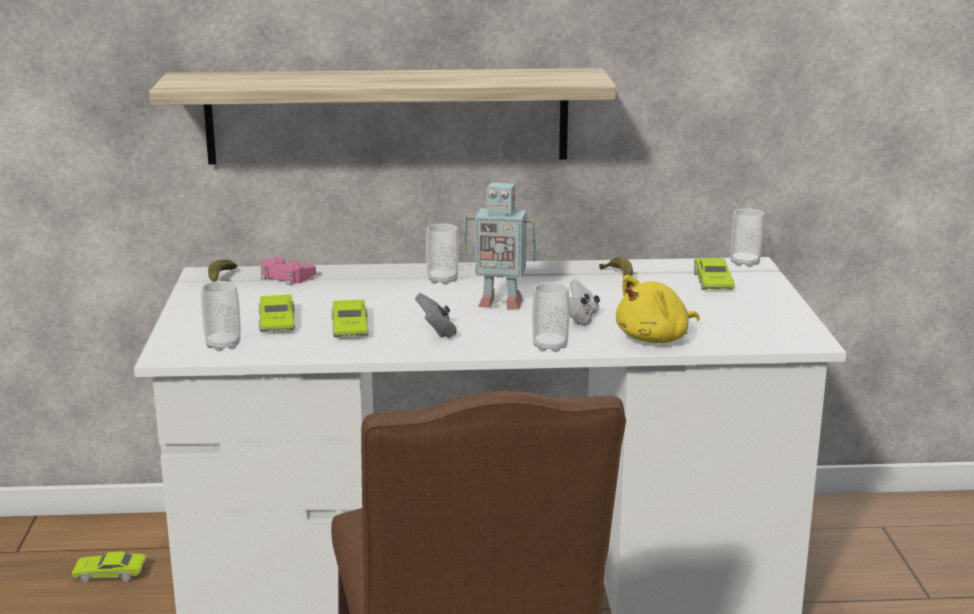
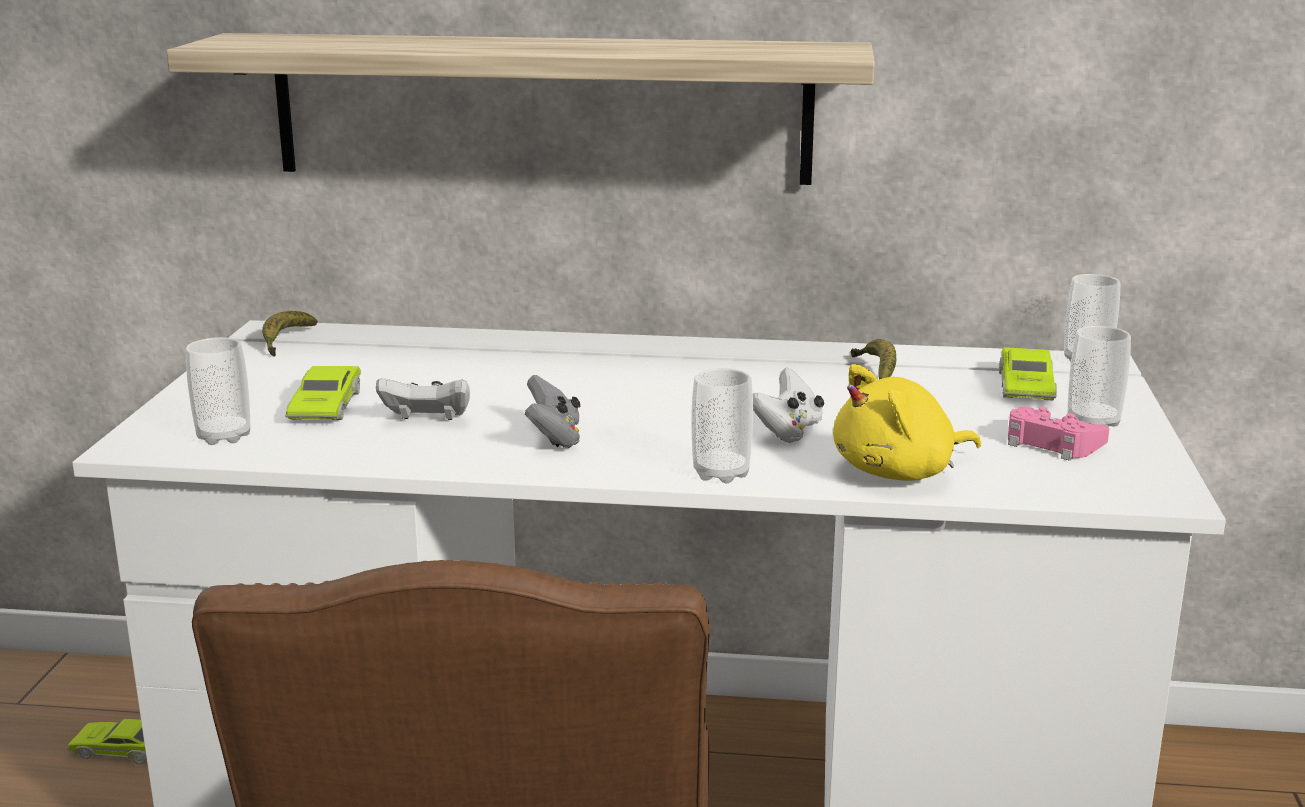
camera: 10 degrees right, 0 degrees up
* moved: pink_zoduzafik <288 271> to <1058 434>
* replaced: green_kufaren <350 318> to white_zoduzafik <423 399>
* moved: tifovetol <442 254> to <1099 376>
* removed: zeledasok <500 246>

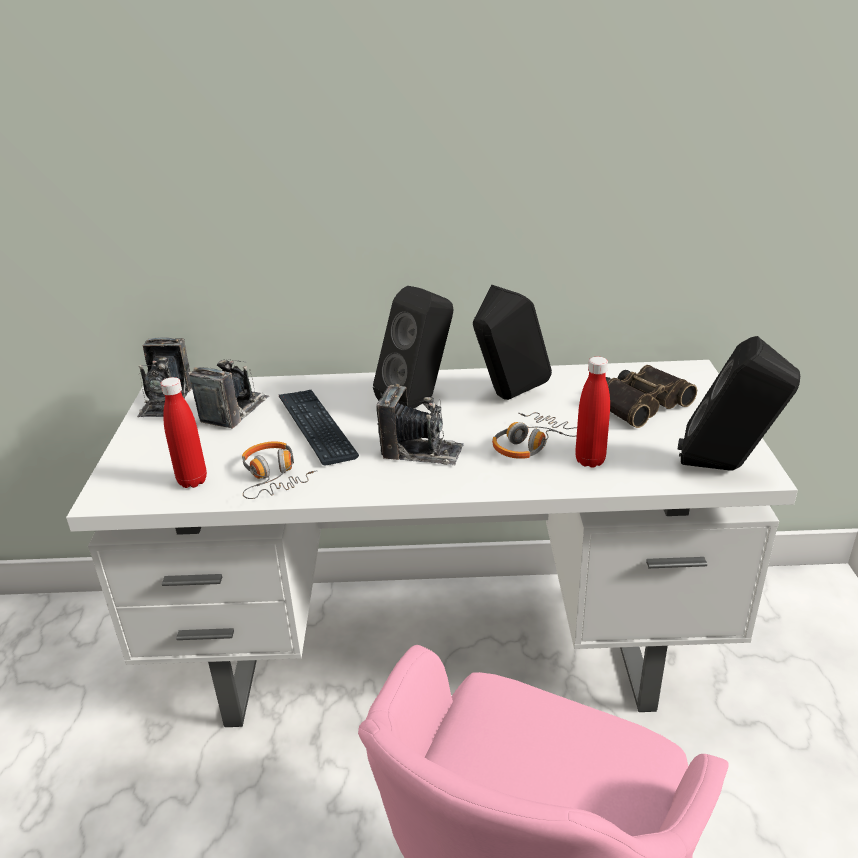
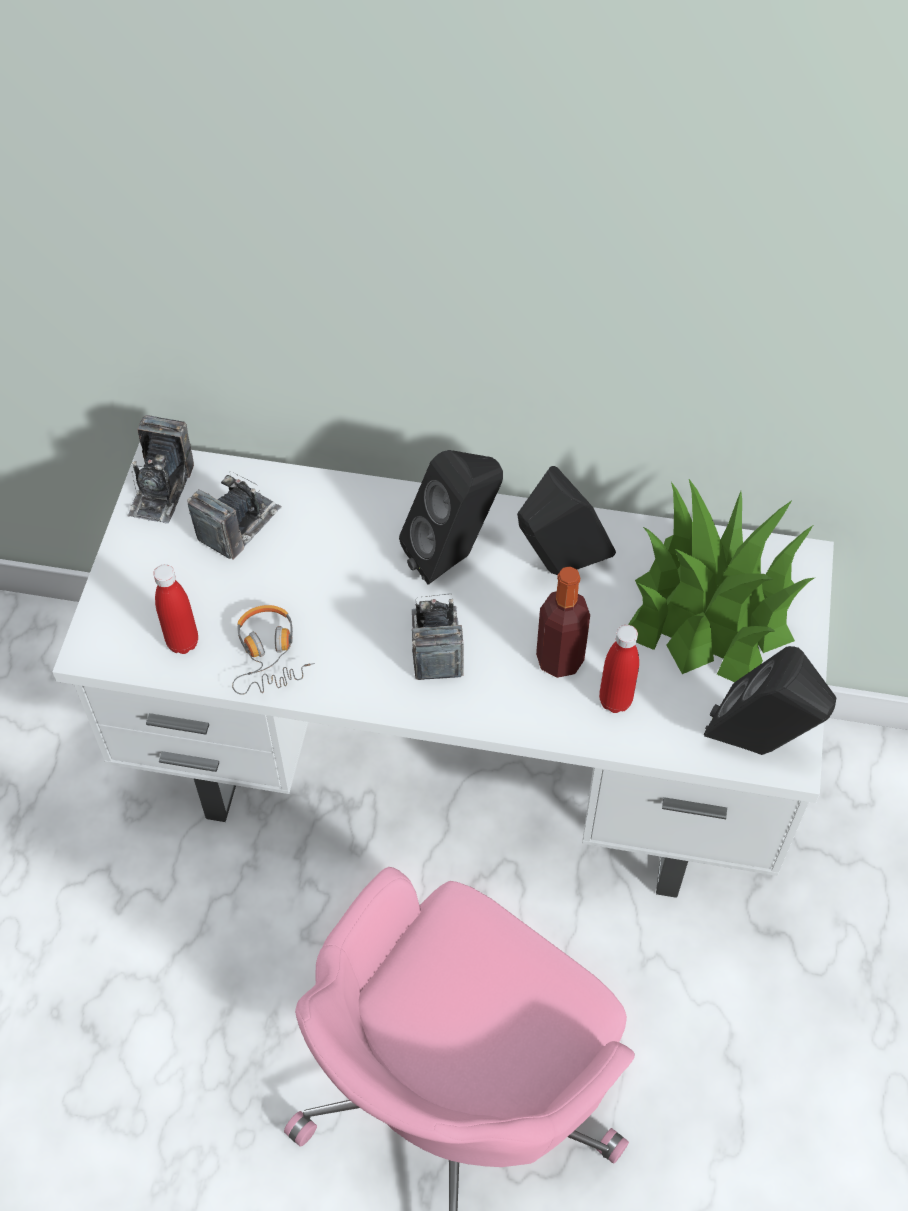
camera: 10 degrees right, 25 degrees up
* removed: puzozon <319 428>
* turned: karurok <420 425> = <438 636> 120 degrees counterclockwise
* replaced: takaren <534 435> to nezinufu <563 622>
* replaced: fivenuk <651 396> to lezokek <722 580>

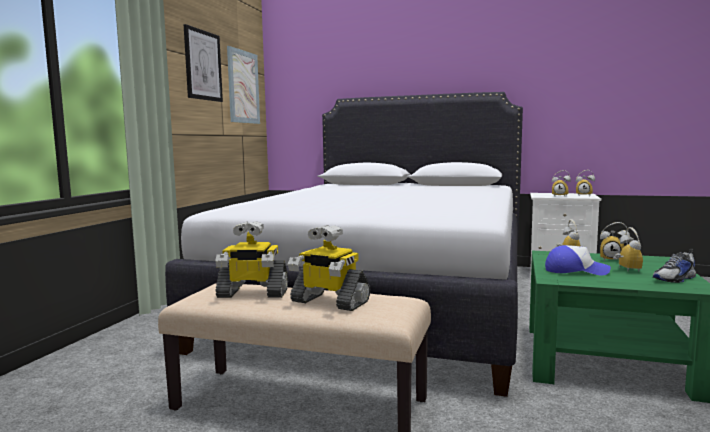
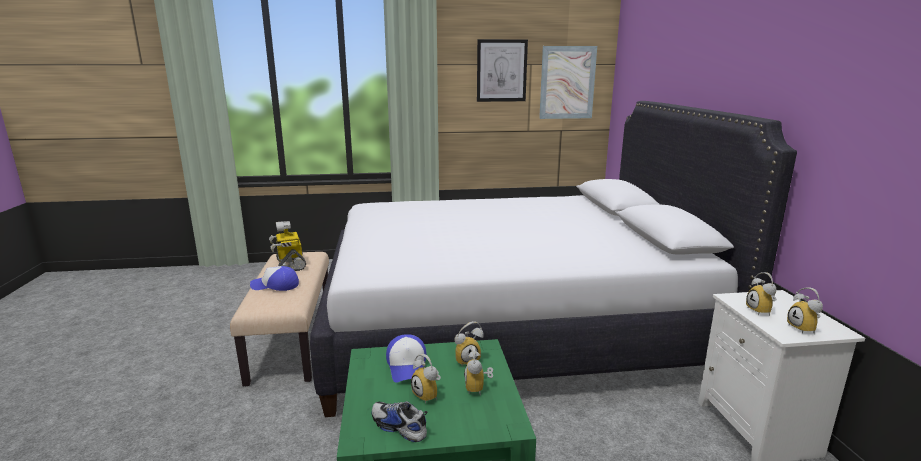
camera: 65 degrees right, 10 degrees up
* replaced: zeledasok <329 268> to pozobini <274 278>
* turned: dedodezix <628 249> = <426 378> 75 degrees clockwise

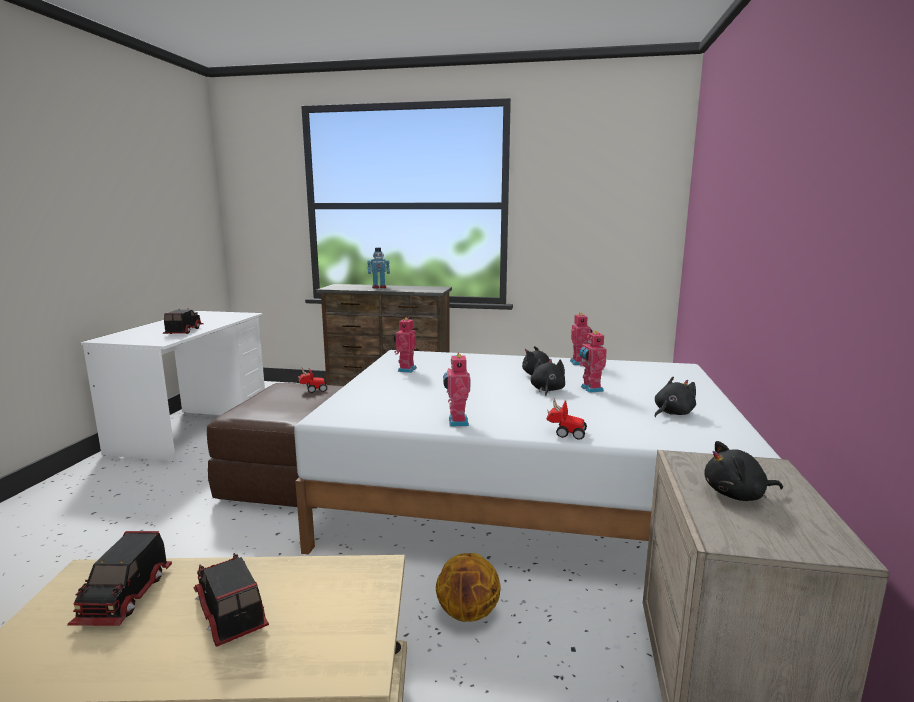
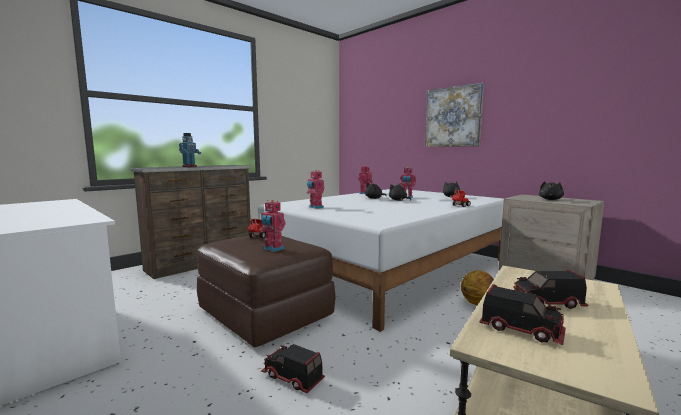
camera: 55 degrees left, 5 degrees down
* moved: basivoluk <183 321> to <293 369>
* moved: zeledasok <456 389> to <272 226>
* added: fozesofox <454 115>

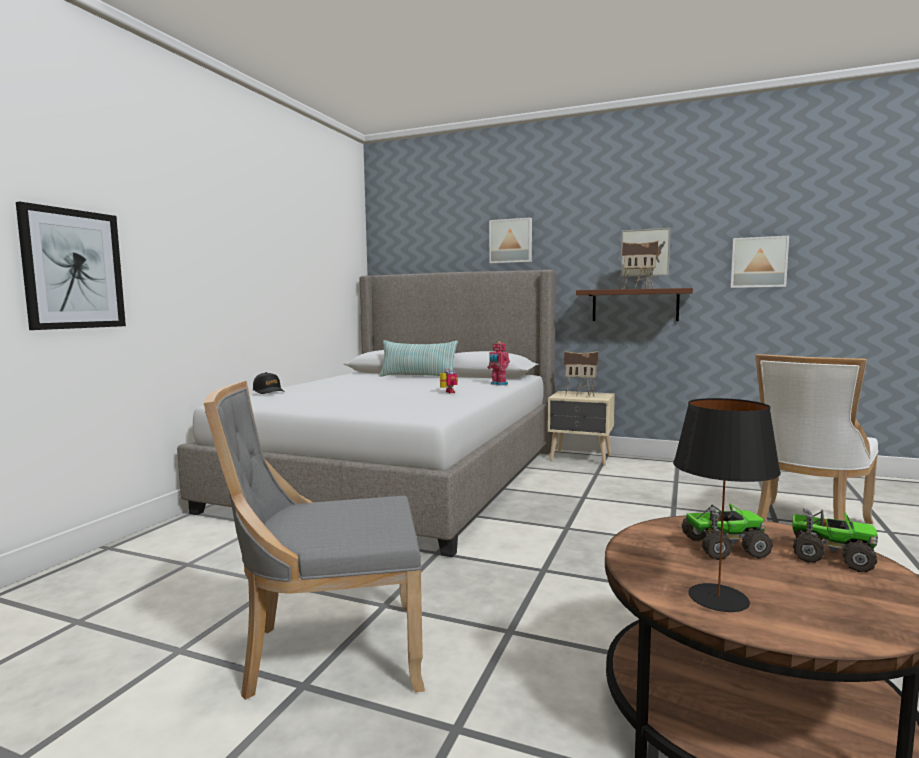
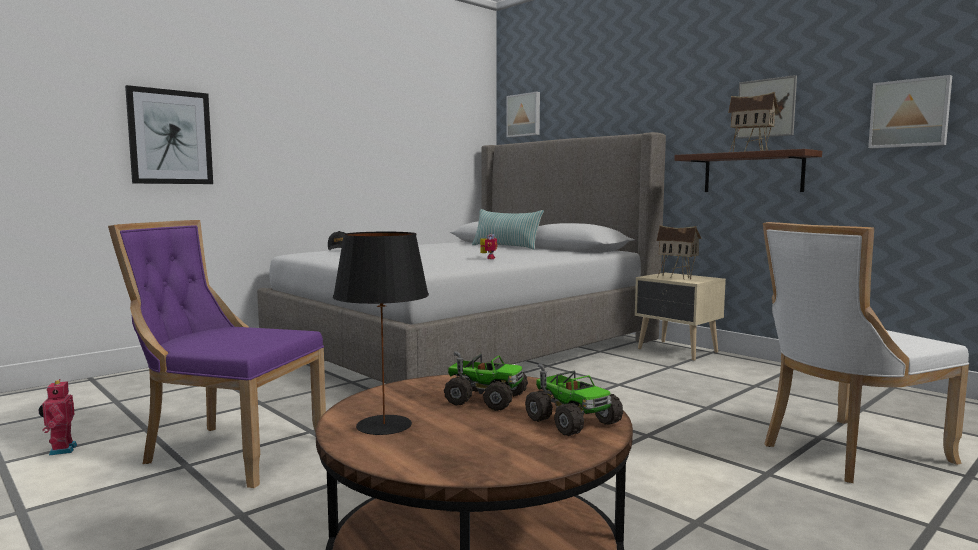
camera: 25 degrees right, 0 degrees up
* recoloured: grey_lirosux <314 540> to purple_lirosux <217 354>
* moved: zeledasok <498 363> to <58 417>
* moved: fozesofox <510 240> to <523 114>

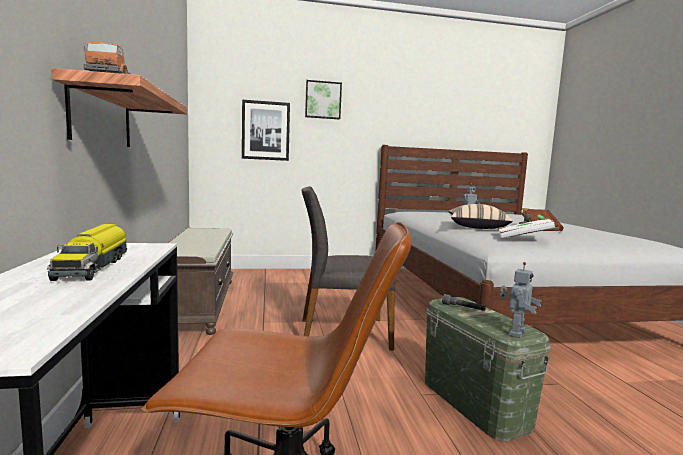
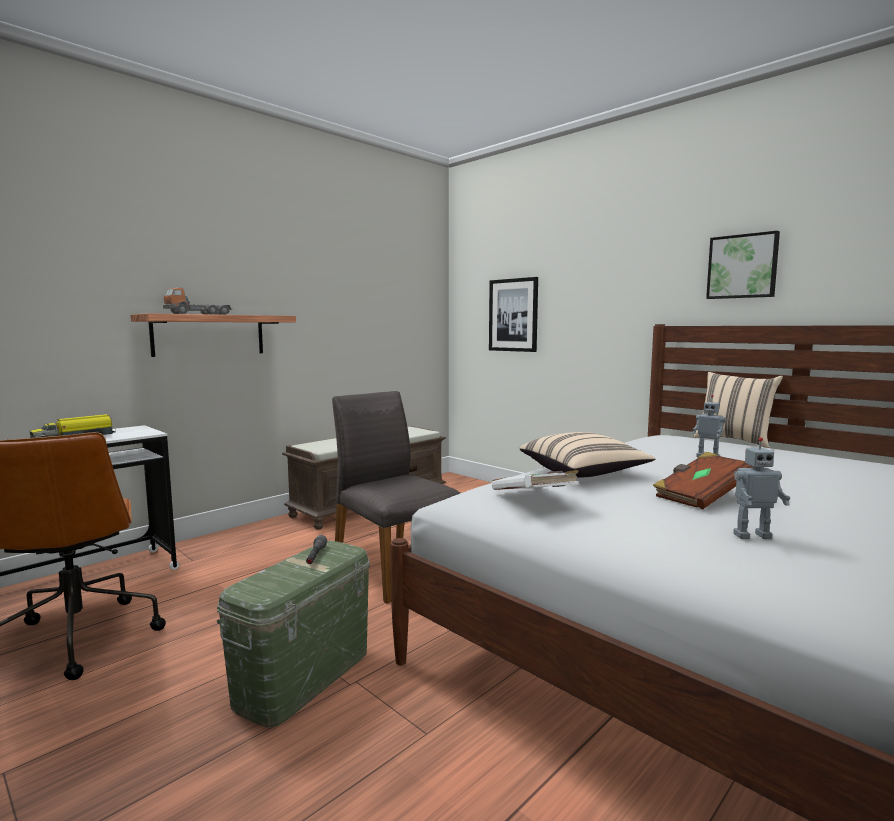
camera: 55 degrees right, 0 degrees up
* moved: fozesofox <323 99> to <743 265>
* moved: zeledasok <521 300> to <762 488>
* added: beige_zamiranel <738 410>

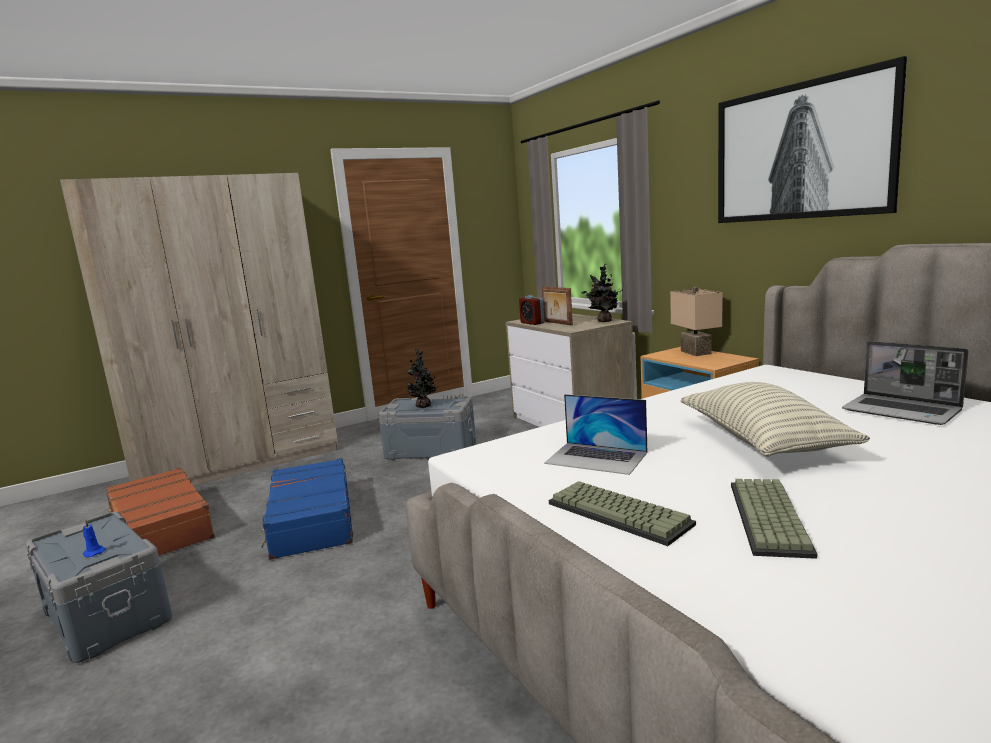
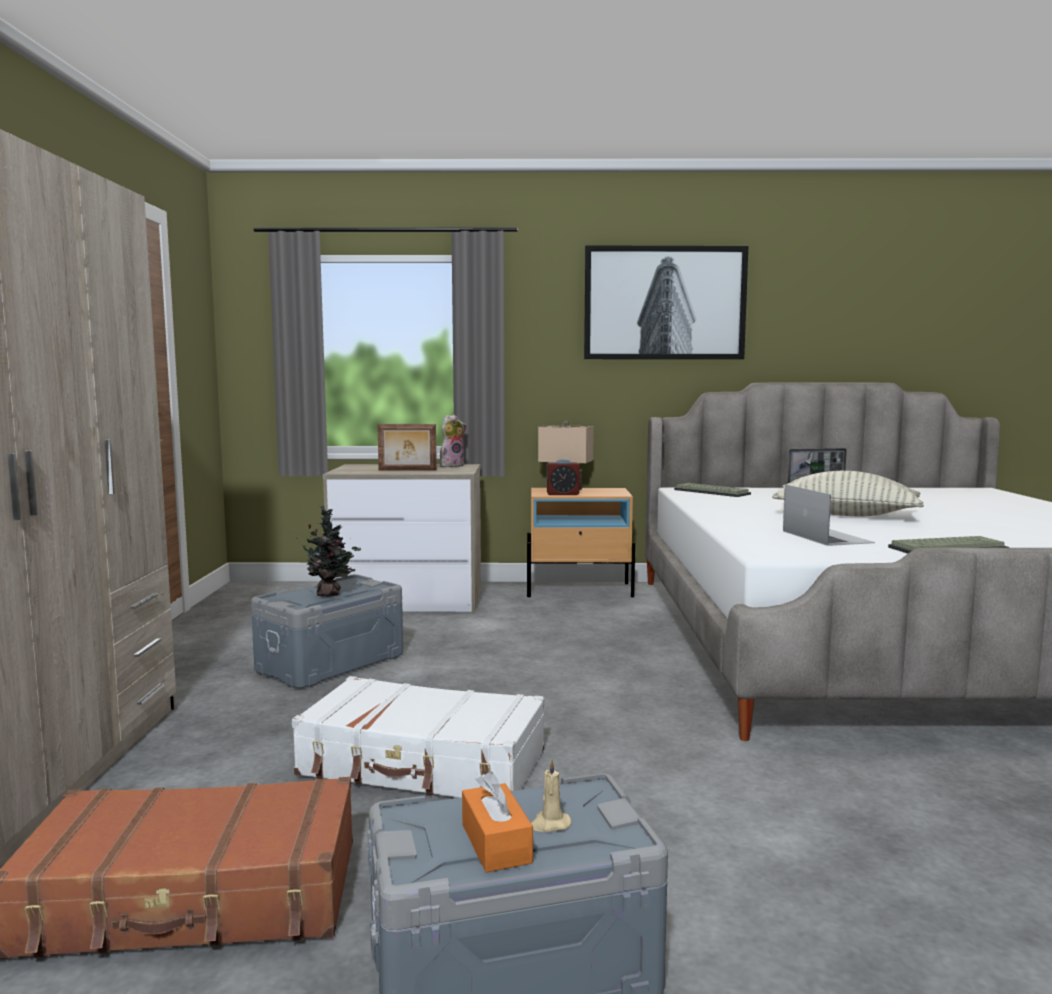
camera: 60 degrees left, 5 degrees down
* recoloured: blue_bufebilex <94 538> to beige_bufebilex <551 795>
* recoloured: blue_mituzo <307 509> to white_mituzo <418 737>
* moved: dedodezix <532 310> to <563 477>
* turned: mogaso <596 434> = <829 515> 75 degrees counterclockwise
* replaced: lezokek <602 293> to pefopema <453 441>
* moved: puzozon <774 519> to <712 490>
* added: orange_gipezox <497 822>

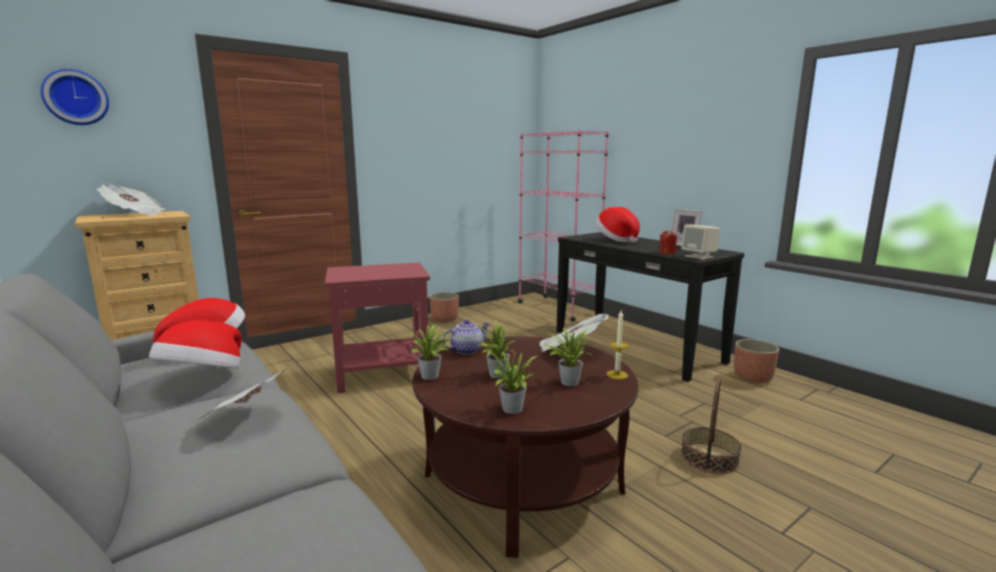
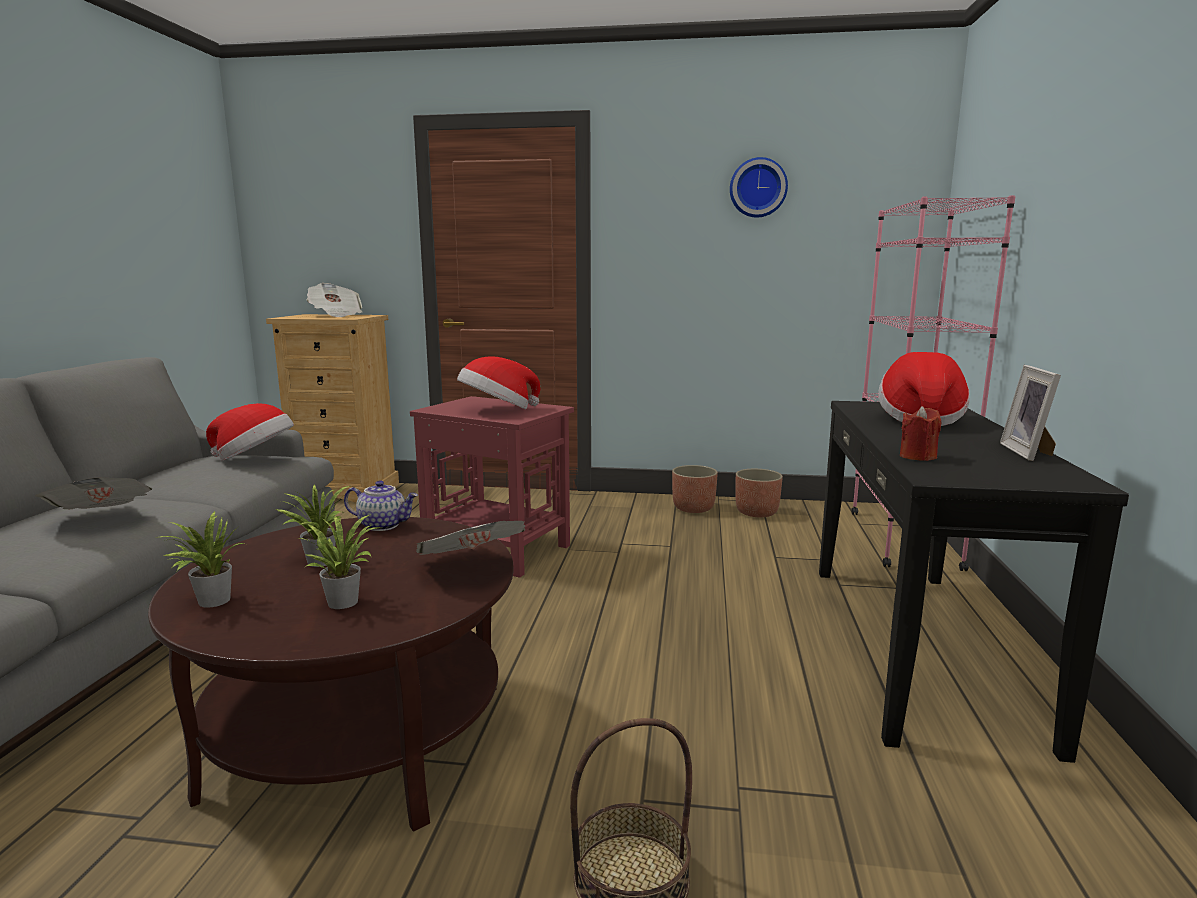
camera: 45 degrees right, 0 degrees up
* moved: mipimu <75 97> to <759 187>
* moved: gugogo <195 344> to <498 383>
* removed: lezokek <430 352>
* removed: bufebilex <617 345>
* removed: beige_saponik <701 242>
* moved: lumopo <756 361> to <759 493>

